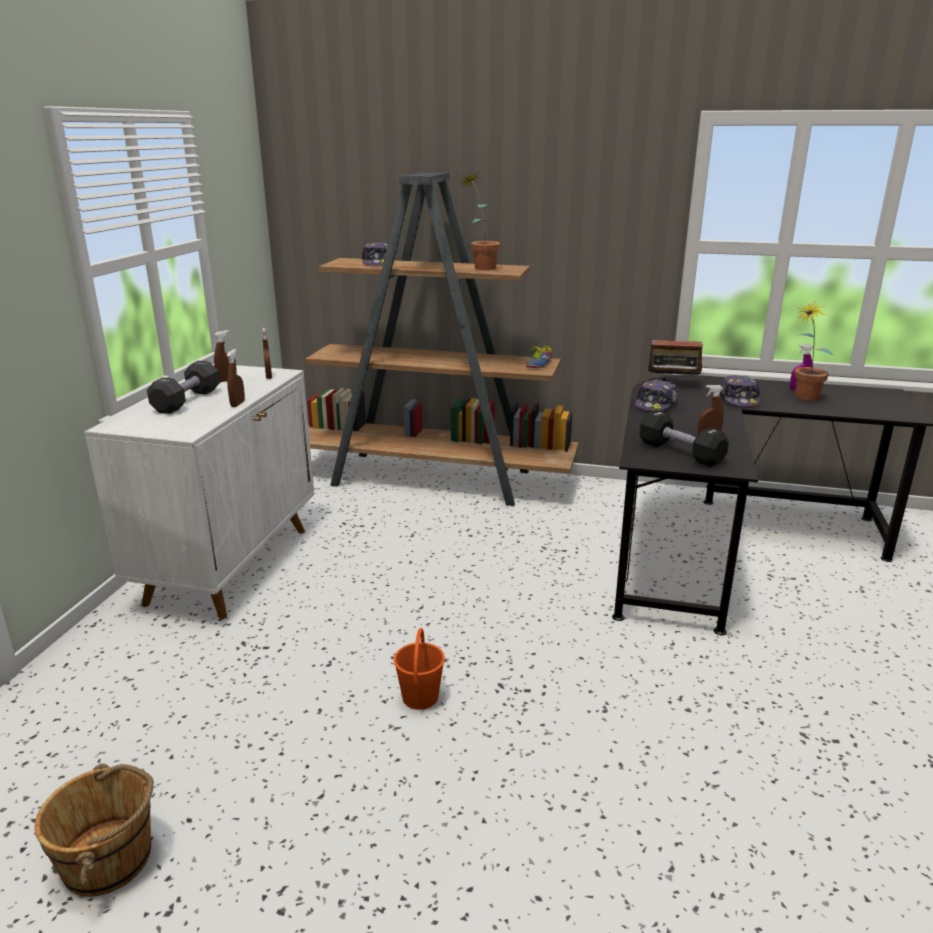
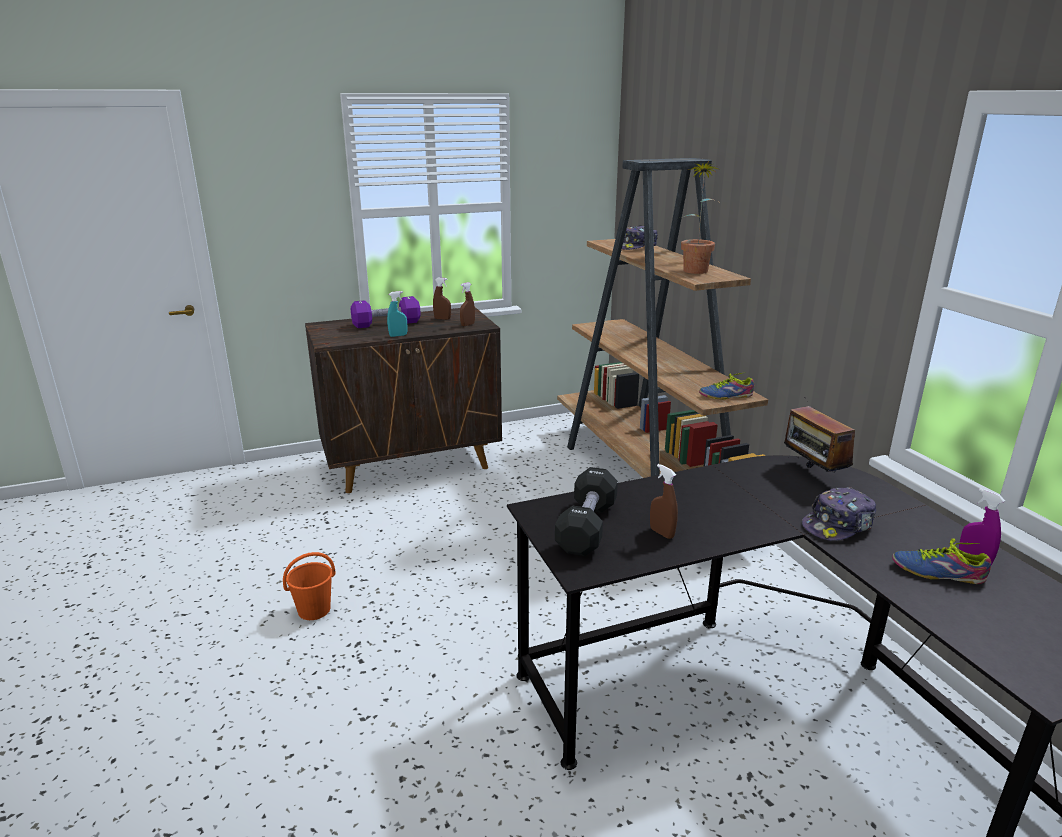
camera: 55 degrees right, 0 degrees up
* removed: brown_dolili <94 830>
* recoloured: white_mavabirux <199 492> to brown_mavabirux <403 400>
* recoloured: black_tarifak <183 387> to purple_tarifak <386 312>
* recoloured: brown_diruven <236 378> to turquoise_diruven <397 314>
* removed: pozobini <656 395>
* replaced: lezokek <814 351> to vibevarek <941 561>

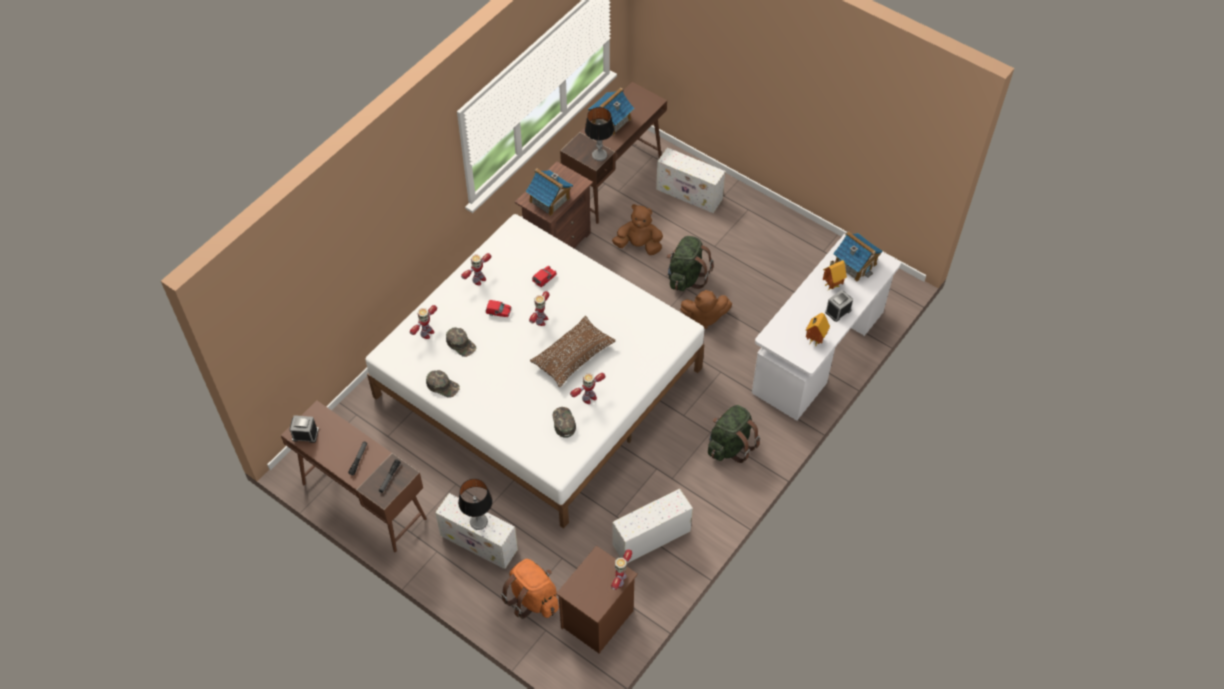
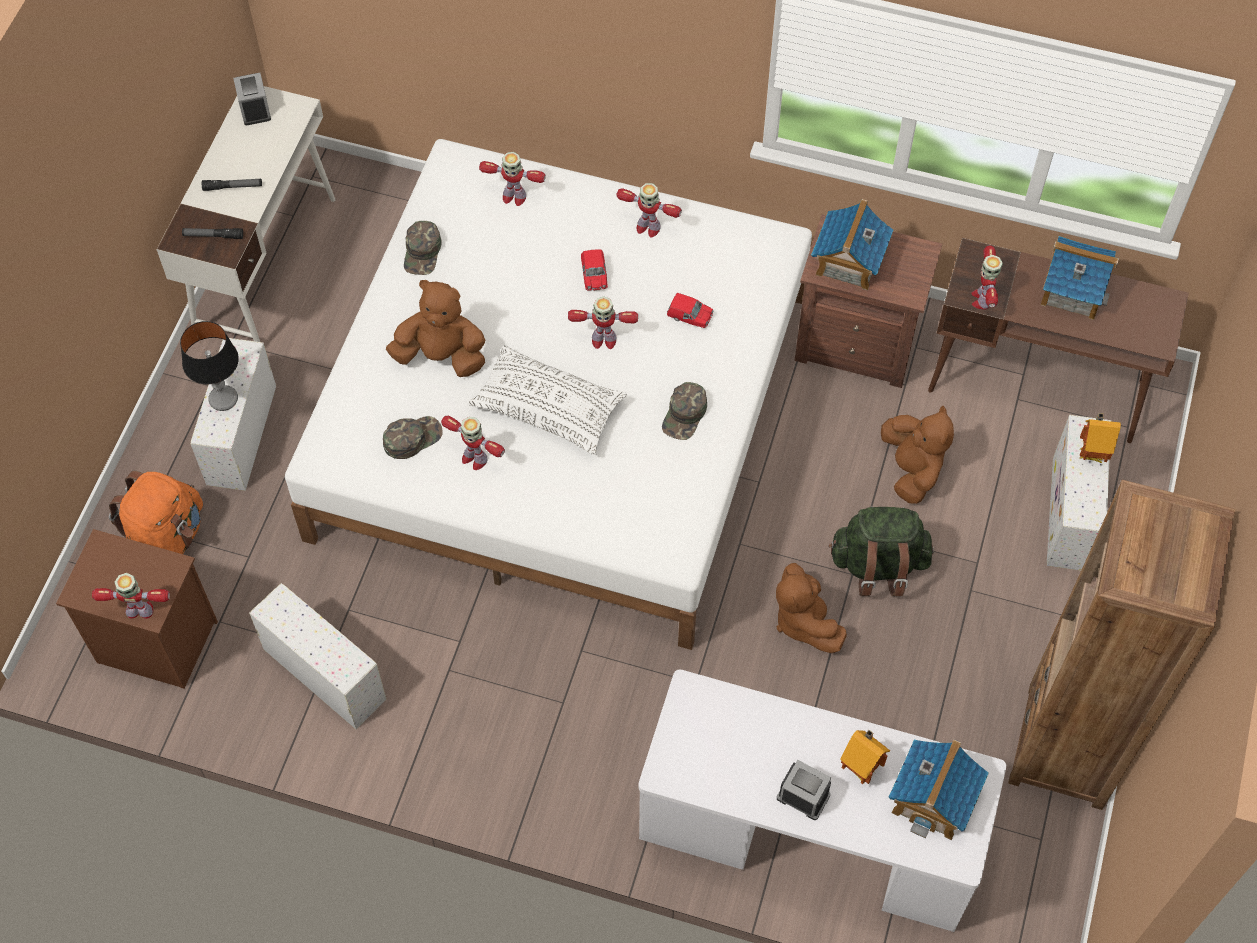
camera: 70 degrees right, 5 degrees up
* recoloured: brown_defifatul <354 476> to white_defifatul <245 214>
* moved: green_pozobini <461 342> to <684 411>
* recoloured: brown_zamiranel <573 351> to white_zamiranel <547 400>
* replaced: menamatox <599 134> to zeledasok <987 277>
* removed: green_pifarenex <734 434>
* moved: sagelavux <817 329> to <1100 438>
* added: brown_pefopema <435 328>
* added: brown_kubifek <1121 645>

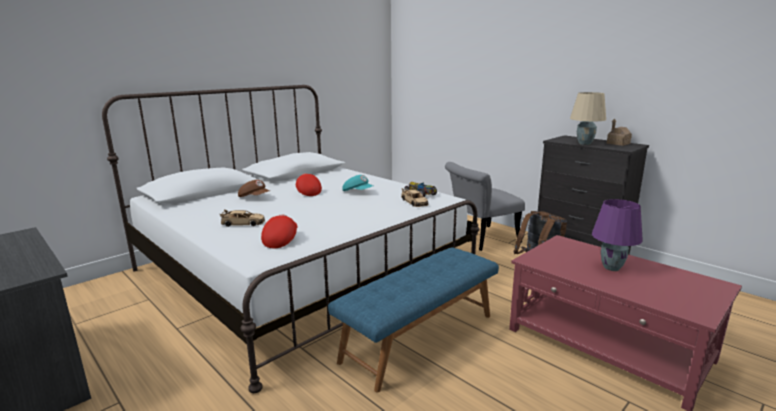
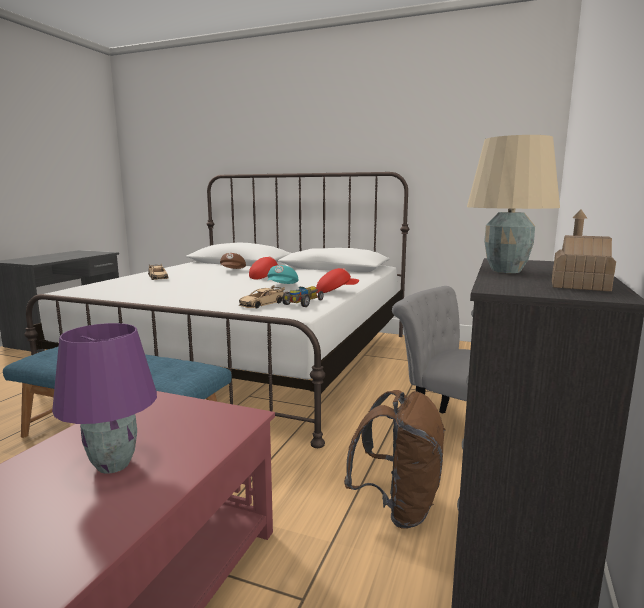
camera: 65 degrees right, 5 degrees down
* moved: red_pozobini <279 231> to <337 280>

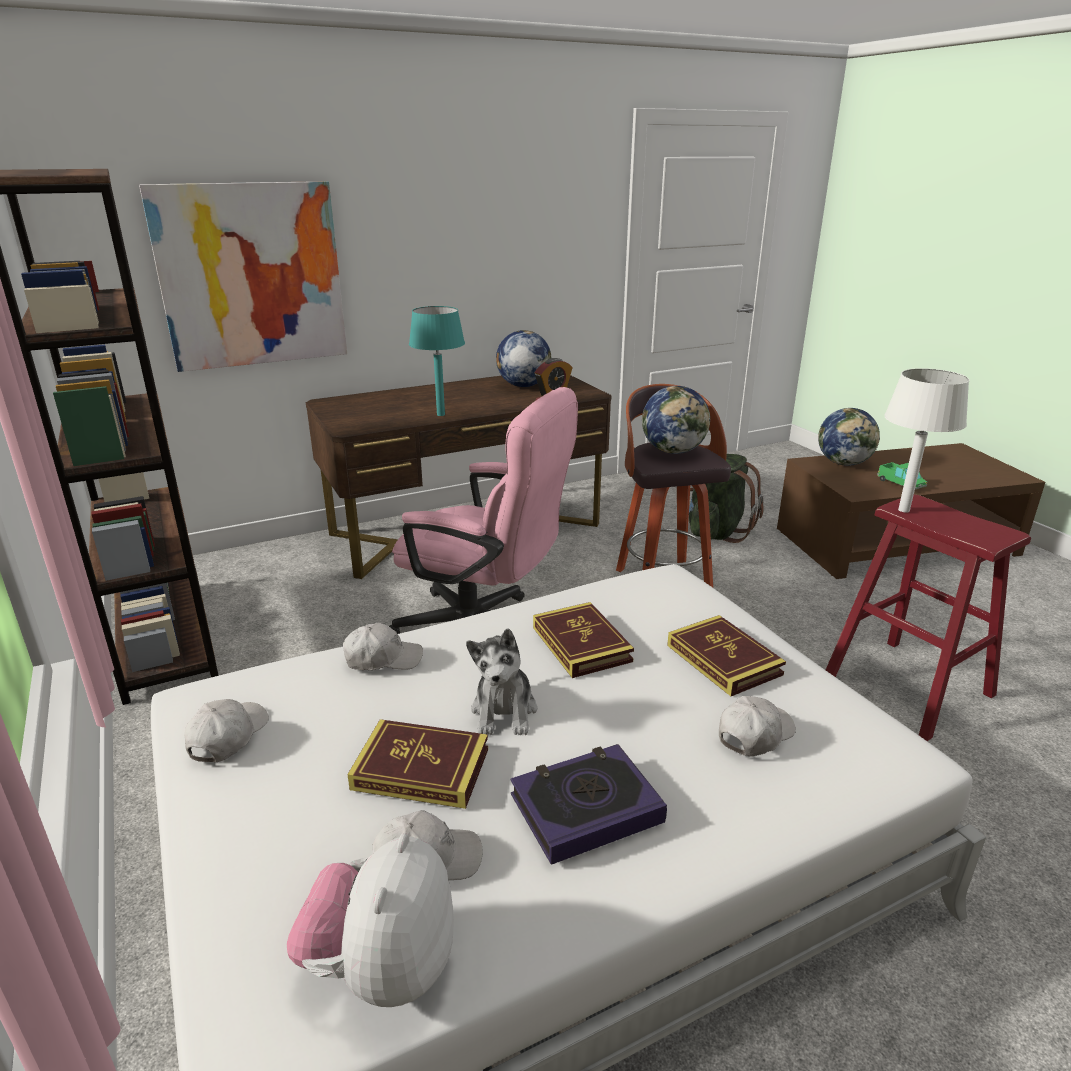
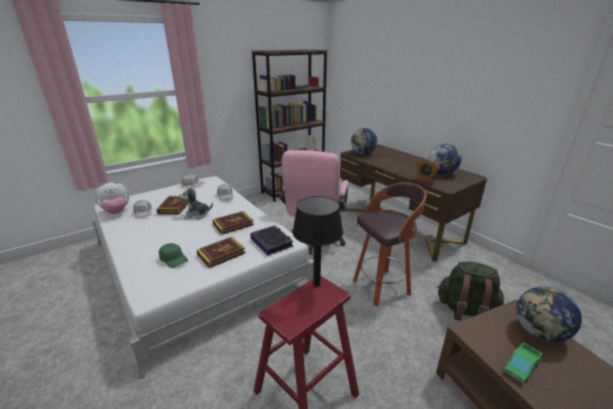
camera: 80 degrees right, 0 degrees up
* removed: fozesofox <243 276>
* turned: pefopema <370 920> = <112 197> 150 degrees clockwise
* removed: turquoise_menamatox <437 361>
* moved: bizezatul <588 804> to <271 240>
* moved: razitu <676 420> to <364 141>
* recoloured: white_pozobini <757 726> to green_pozobini <173 255>
* recoloured: white_menamatox <926 440> to black_menamatox <318 241>

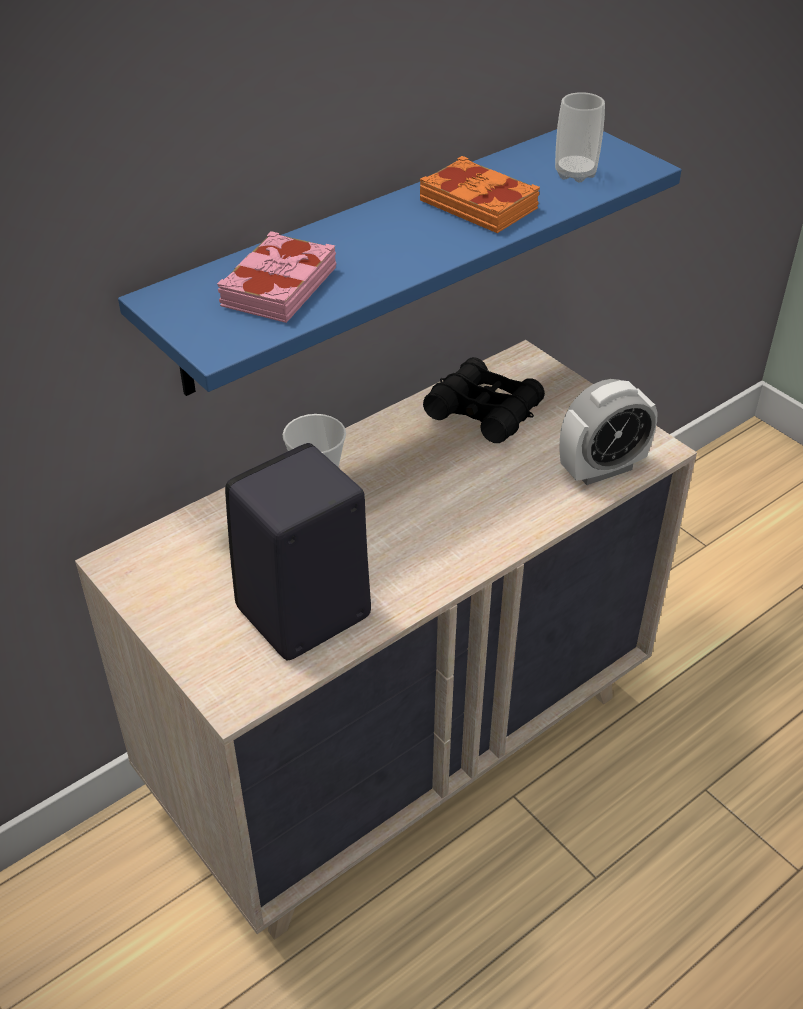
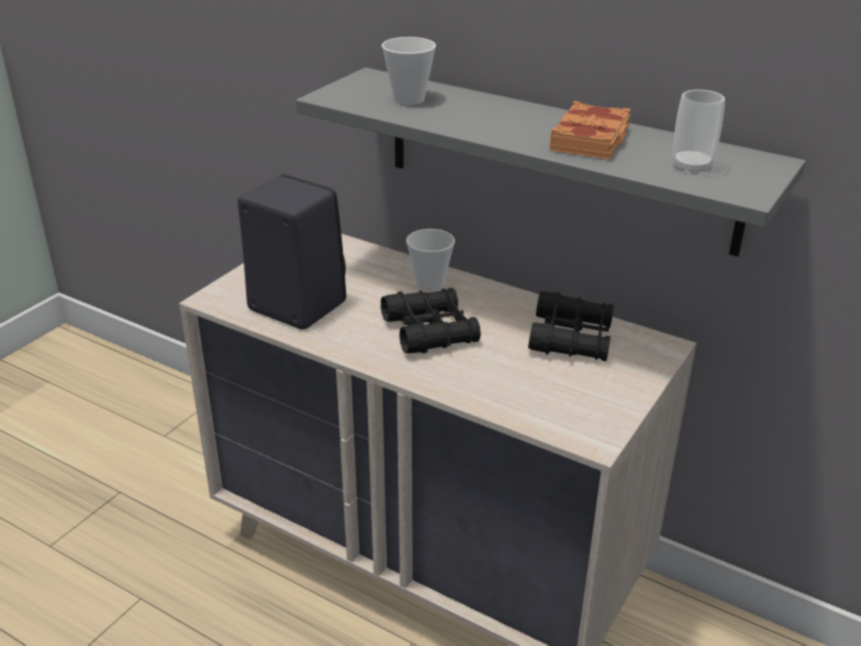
camera: 70 degrees right, 10 degrees down
* recoloured: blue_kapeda <400 262> to grey_kapeda <551 162>
* replaced: pink_bizezatul <276 277> to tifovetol <409 71>
* removed: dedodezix <609 432>
* added: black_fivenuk <431 321>

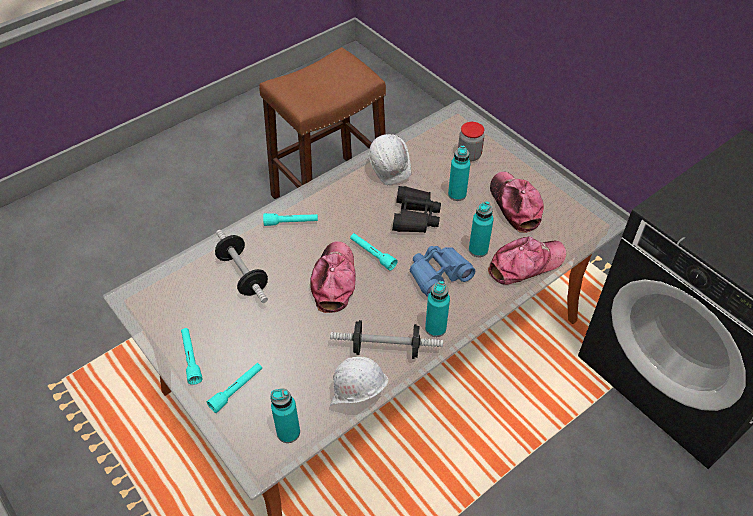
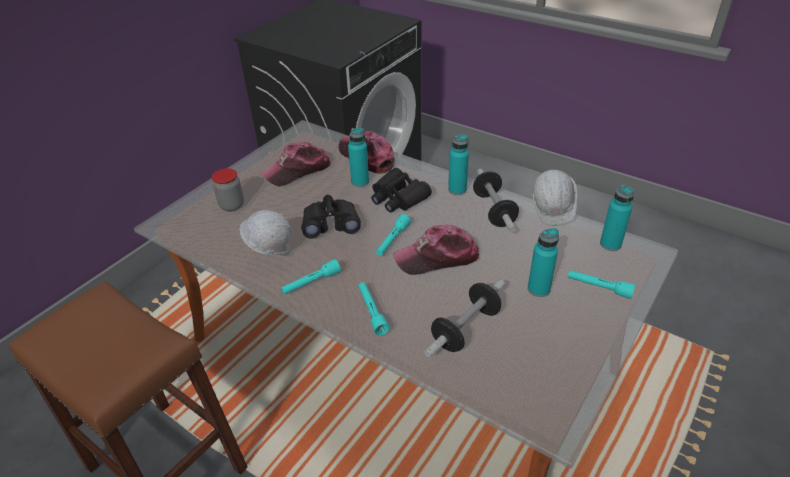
camera: 105 degrees left, 10 degrees down
* moved: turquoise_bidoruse <192 356> to <311 276>
* recoloured: blue_fivenuk <442 271> to black_fivenuk <401 190>
* moved: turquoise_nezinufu <459 173> to <543 262>

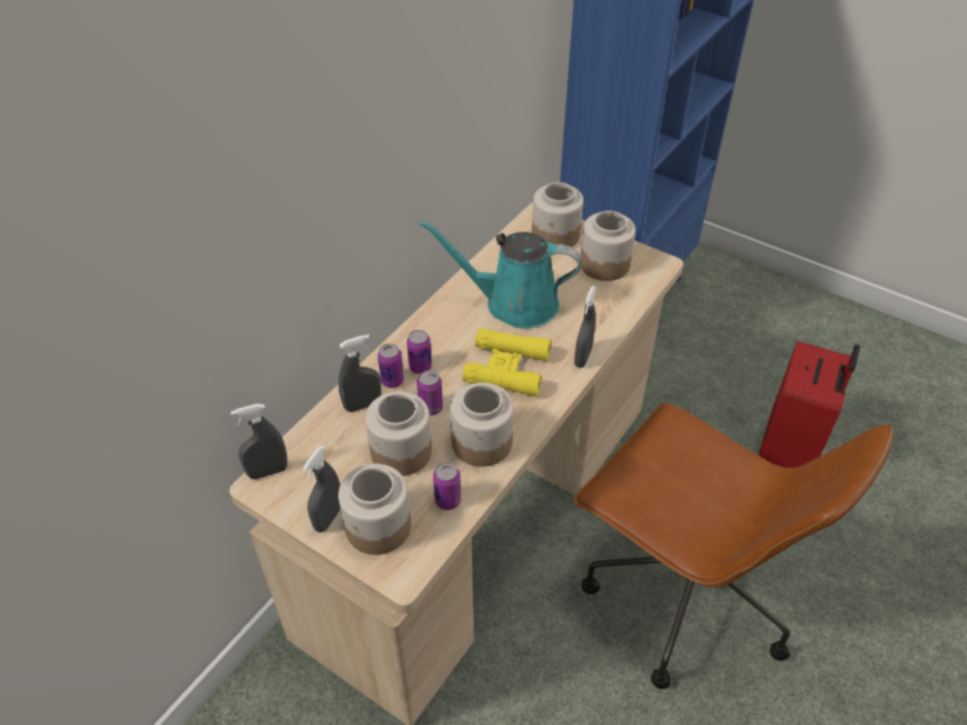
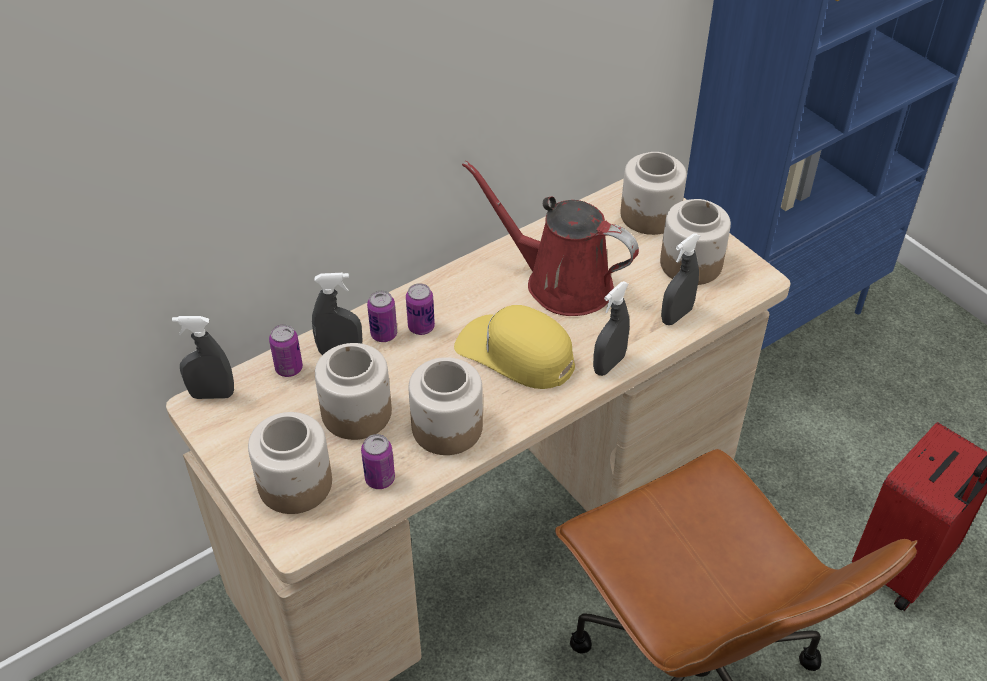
camera: 20 degrees right, 0 degrees up
* moved: grey_diruven <321 489> to <680 279>
* moved: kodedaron <430 392> to <286 350>
* recoloured: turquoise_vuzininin <500 274> to red_vuzininin <550 238>
* replaced: yellow_fivenuk <507 362> to yellow_pozobini <514 347>

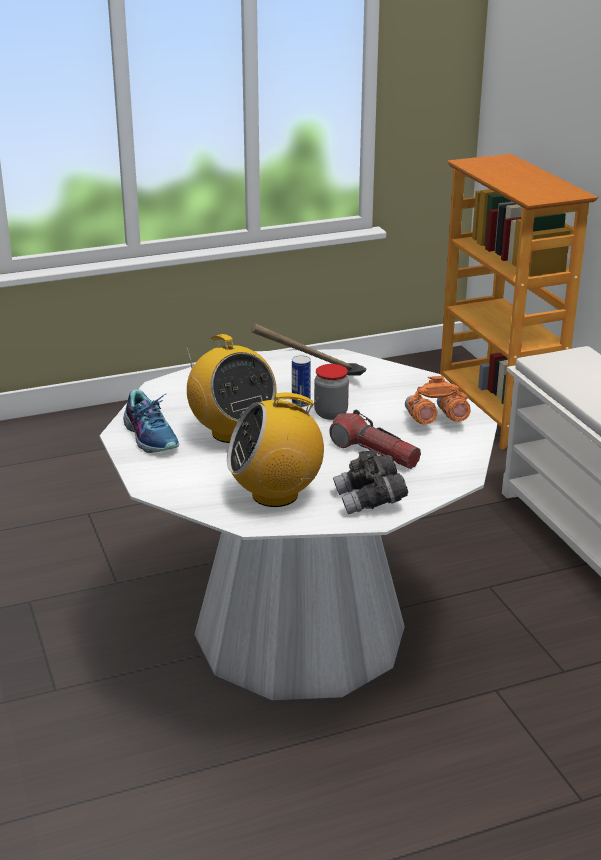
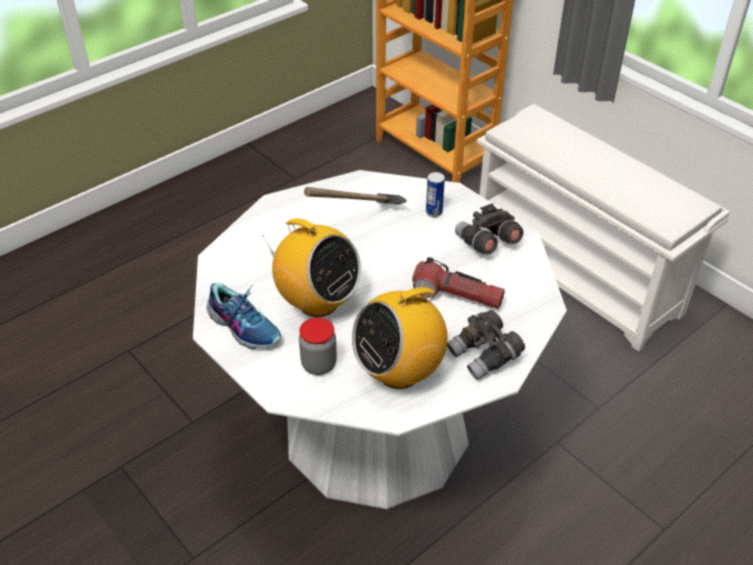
camera: 20 degrees left, 15 degrees up
* moved: kodedaron <301 381> to <435 194>
* moved: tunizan <331 392> to <318 346>
* recoloured: orange_fivenuk <438 400> to grey_fivenuk <489 229>

